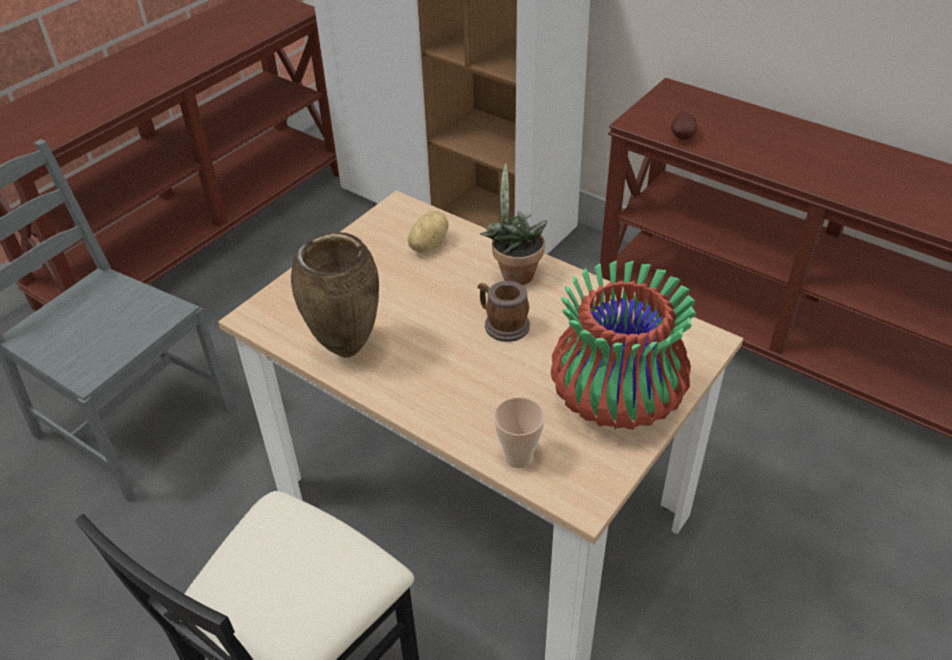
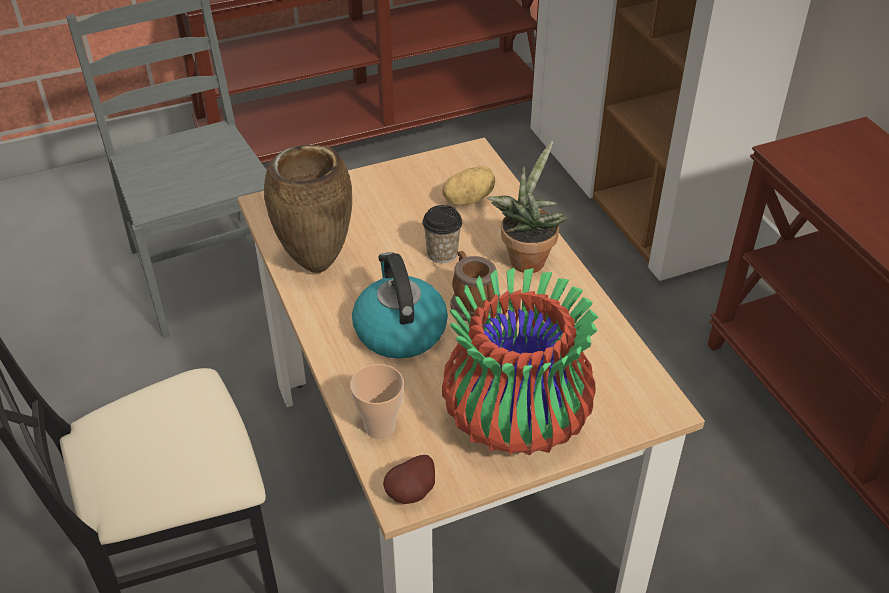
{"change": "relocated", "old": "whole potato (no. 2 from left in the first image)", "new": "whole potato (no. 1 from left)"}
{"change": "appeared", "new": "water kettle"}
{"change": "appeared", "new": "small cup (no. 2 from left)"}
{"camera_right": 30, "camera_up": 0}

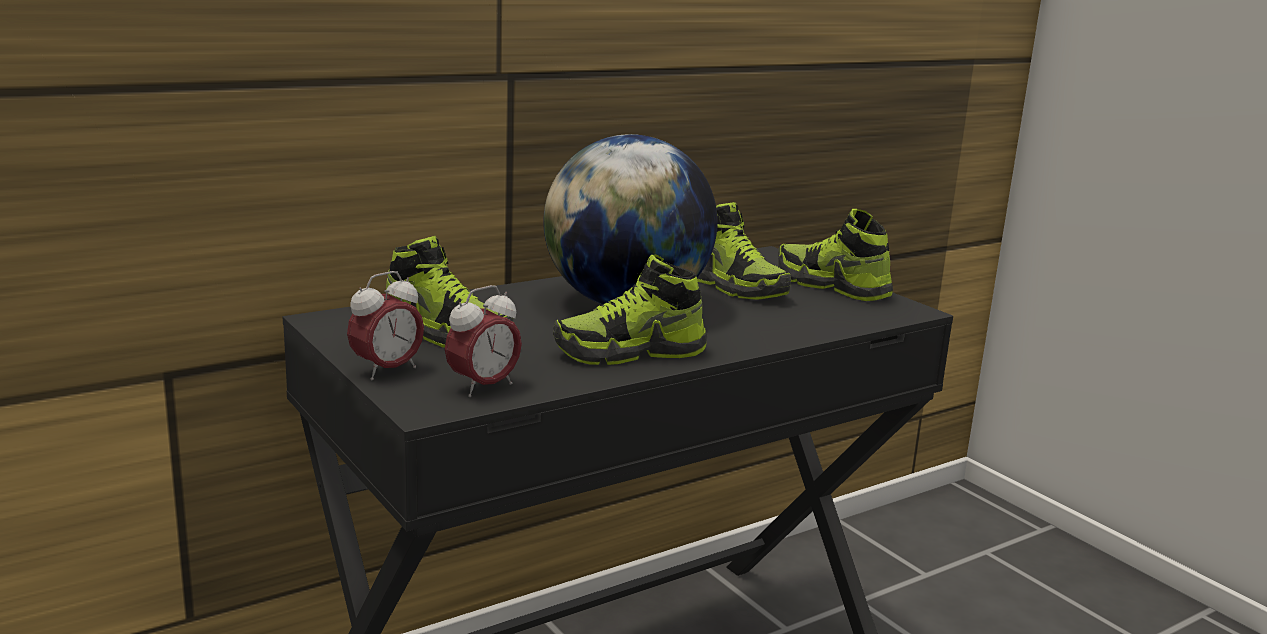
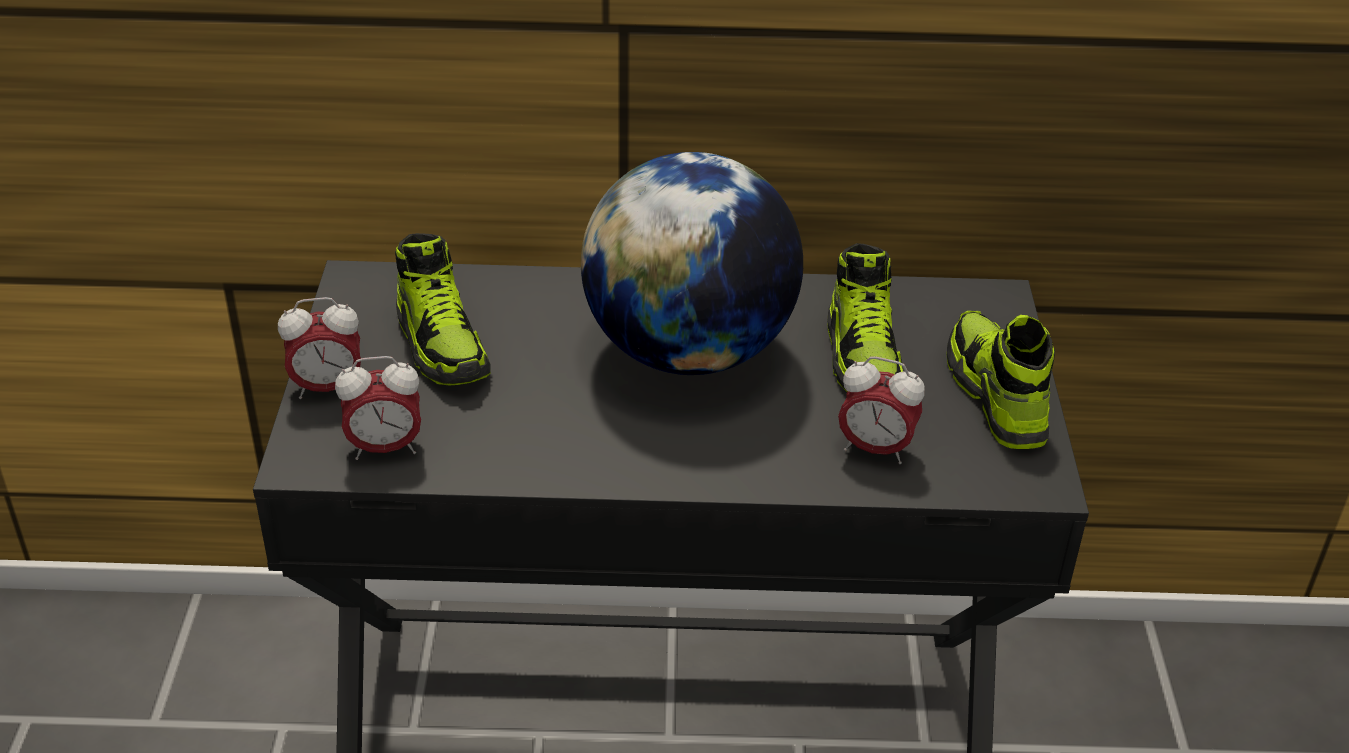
{"change": "missing", "old": "shoe (no. 2 from left)"}
{"change": "appeared", "new": "table clock (no. 3 from left)"}
{"camera_right": 35, "camera_up": 20}

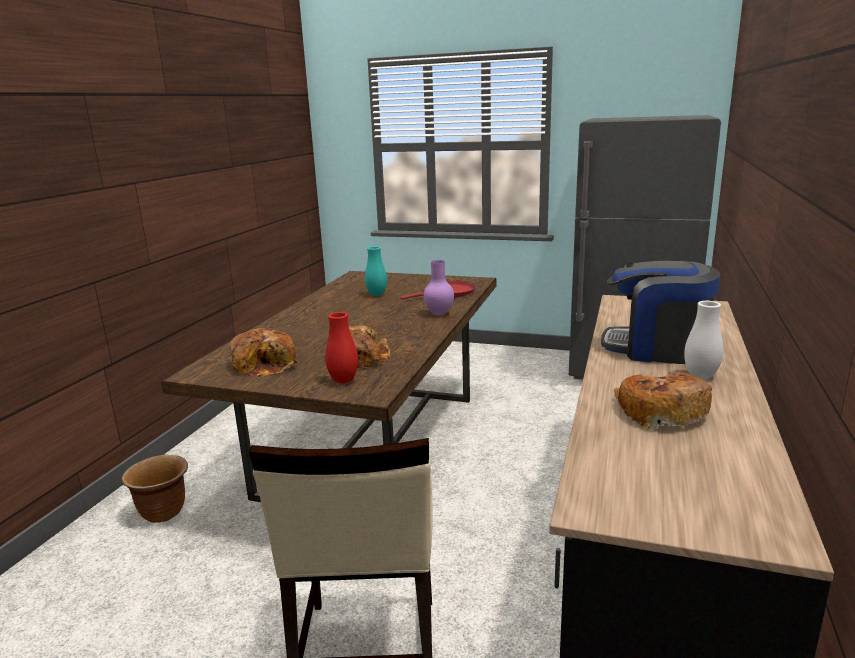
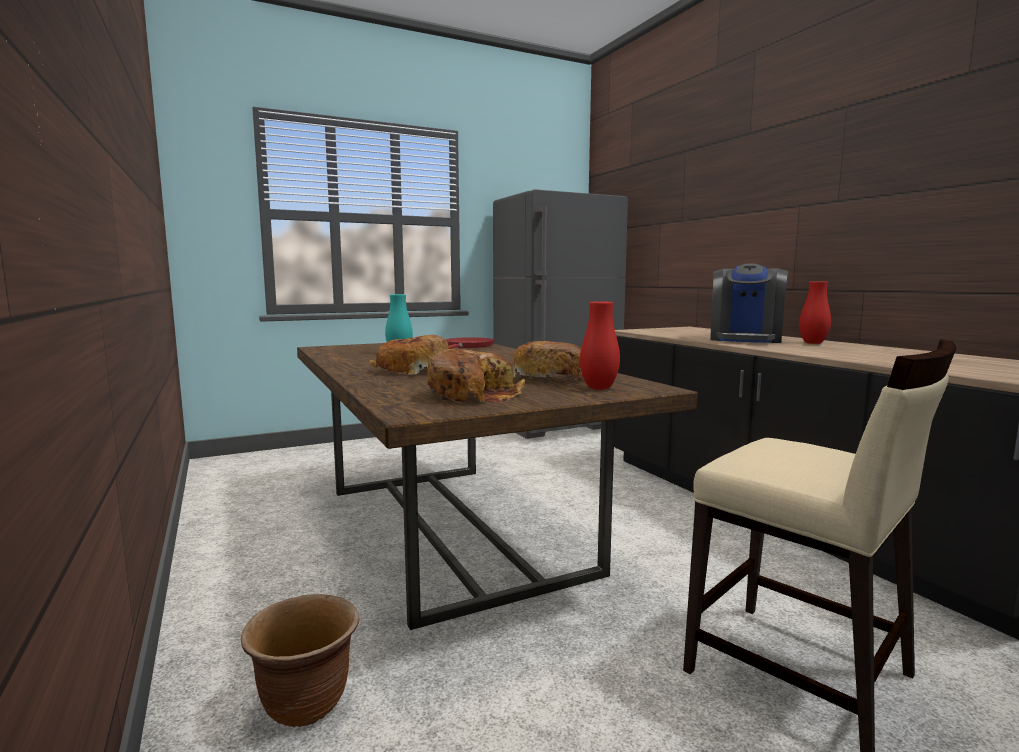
{"change": "missing", "old": "purple decorative vase"}
{"change": "spun", "old": "coffee machine", "degrees": -45}
{"change": "relocated", "old": "baked bread (no. 3 from left in the first image)", "new": "baked bread (no. 1 from left)"}
{"change": "colour", "old": "white decorative vase", "new": "red decorative vase (no. 2 from left)"}
{"camera_right": -45, "camera_up": -10}

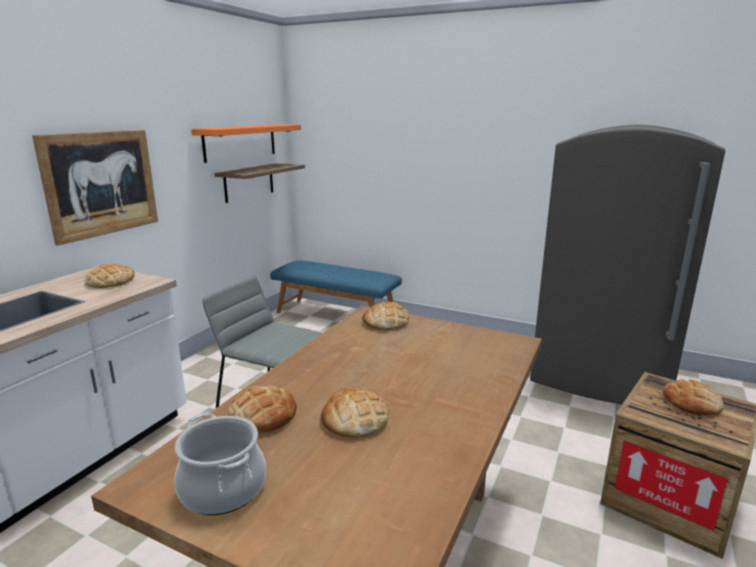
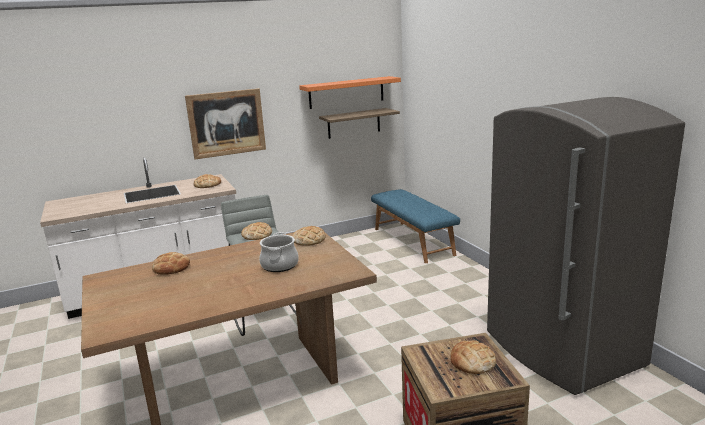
{"change": "relocated", "old": "saucepot"}
{"change": "relocated", "old": "baked bread (no. 3 from left)"}
{"camera_right": 40, "camera_up": 0}

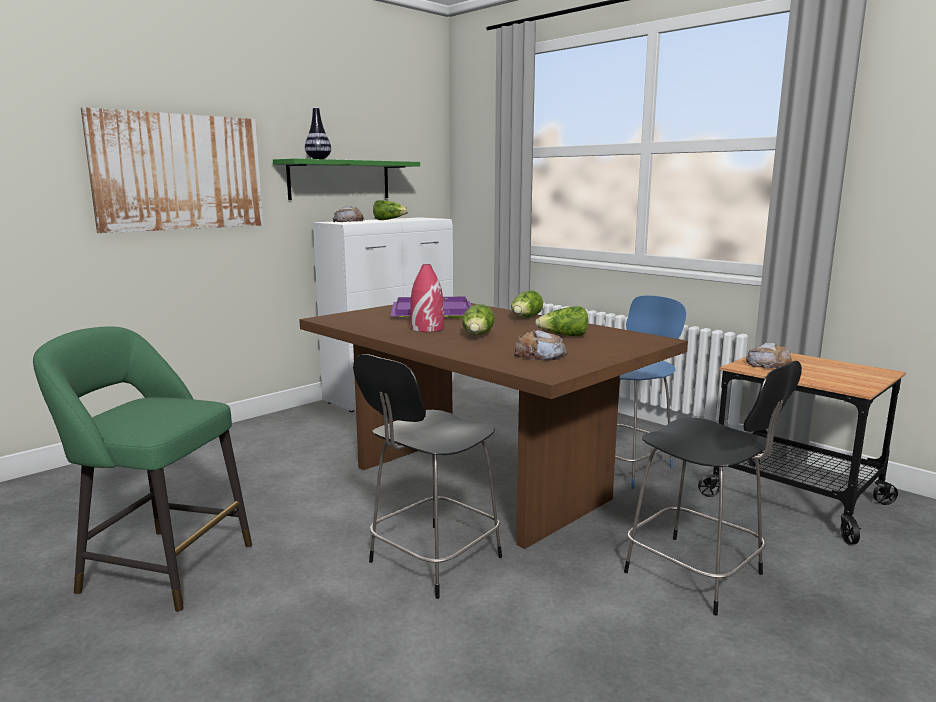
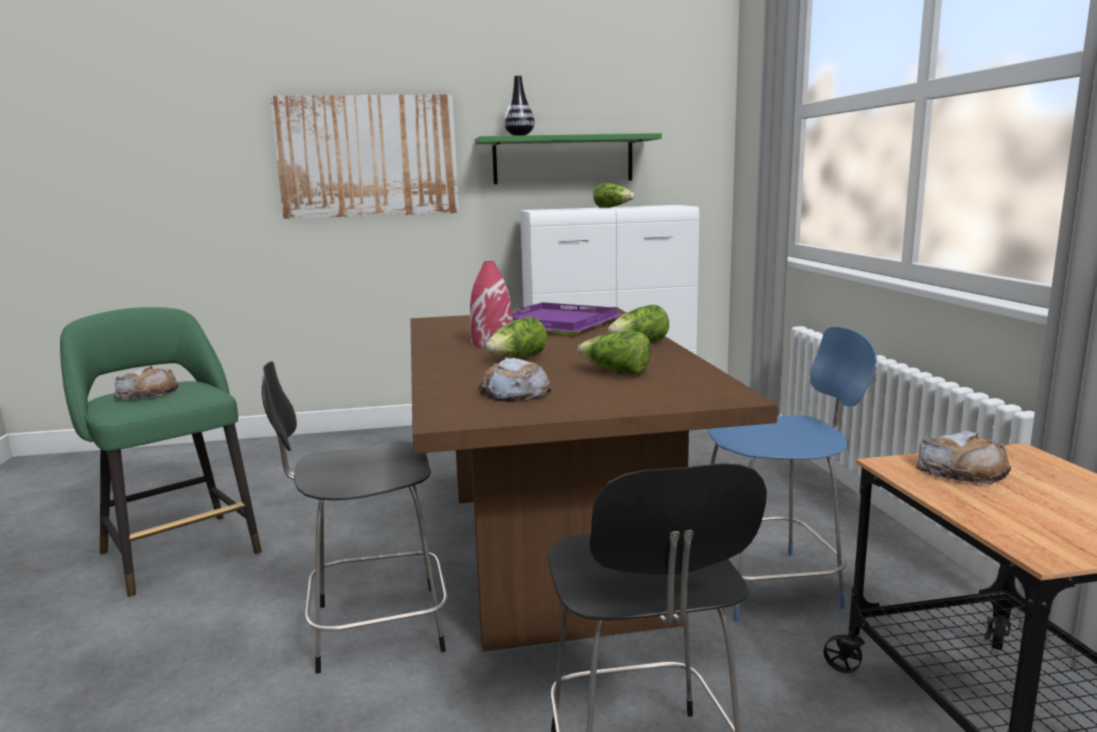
{"change": "relocated", "old": "baked bread (no. 1 from left)"}
{"camera_right": 35, "camera_up": 0}

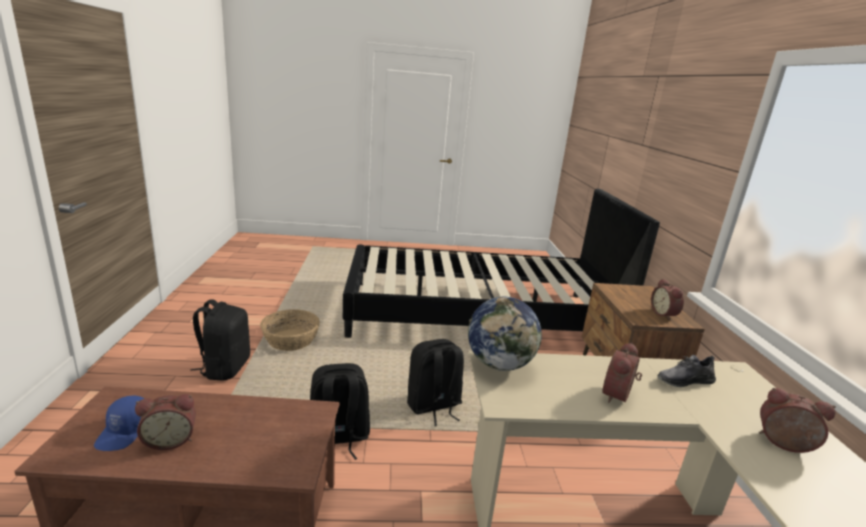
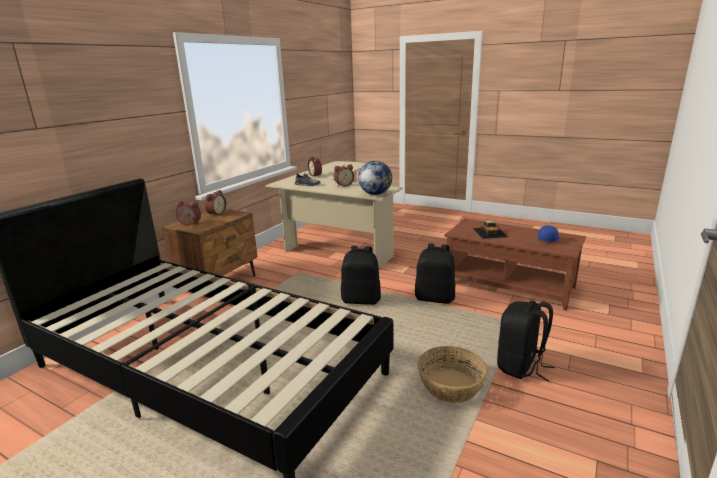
{"change": "relocated", "old": "table clock (no. 1 from left)"}
{"change": "appeared", "new": "model car"}
{"camera_right": -145, "camera_up": 0}

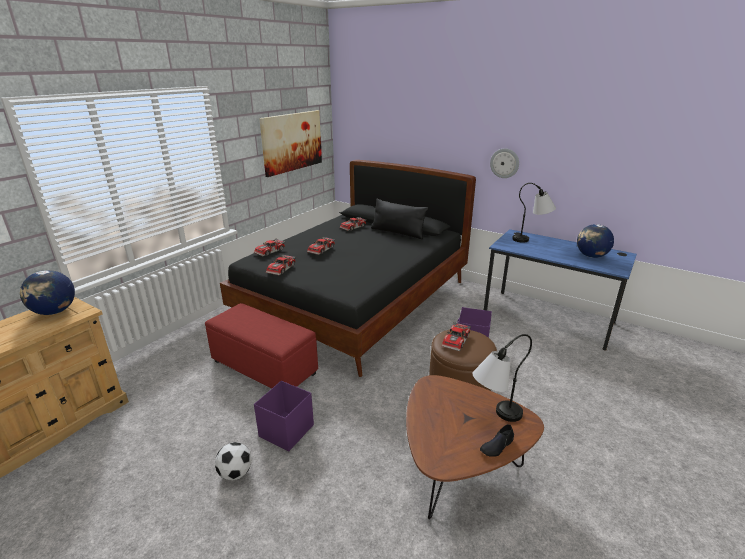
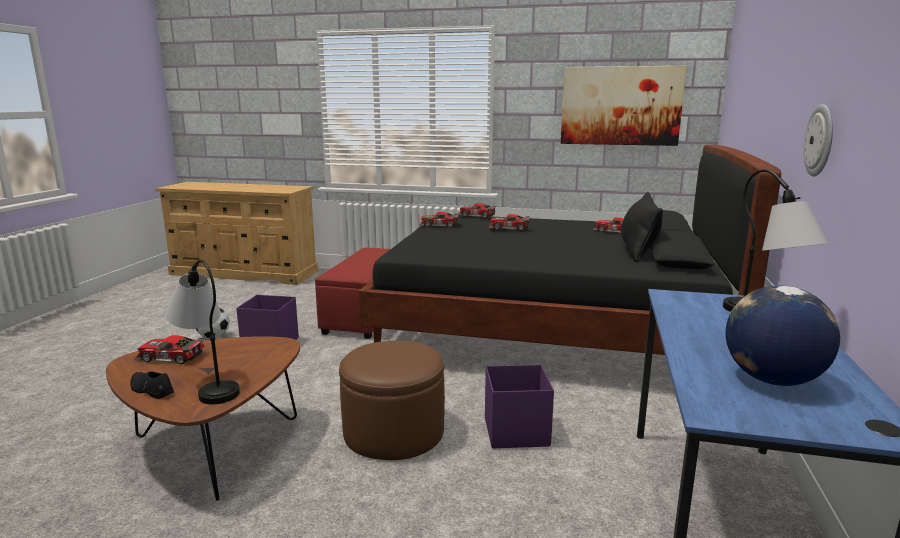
{"change": "missing", "old": "globe (no. 1 from left)"}
{"change": "relocated", "old": "model car (no. 5 from left in the first image)", "new": "model car (no. 1 from left)"}
{"camera_right": 70, "camera_up": -10}

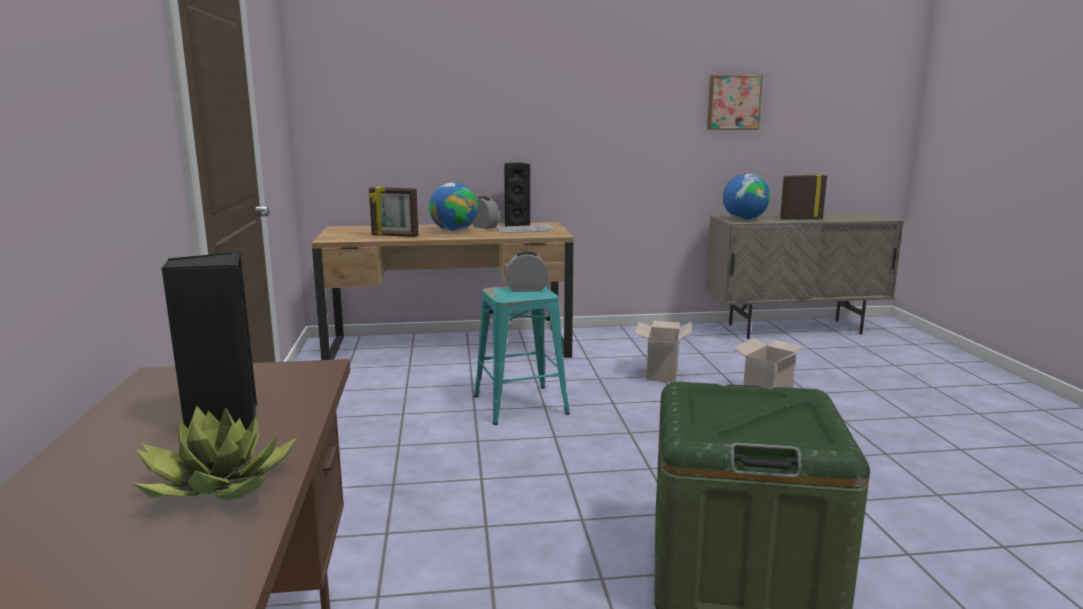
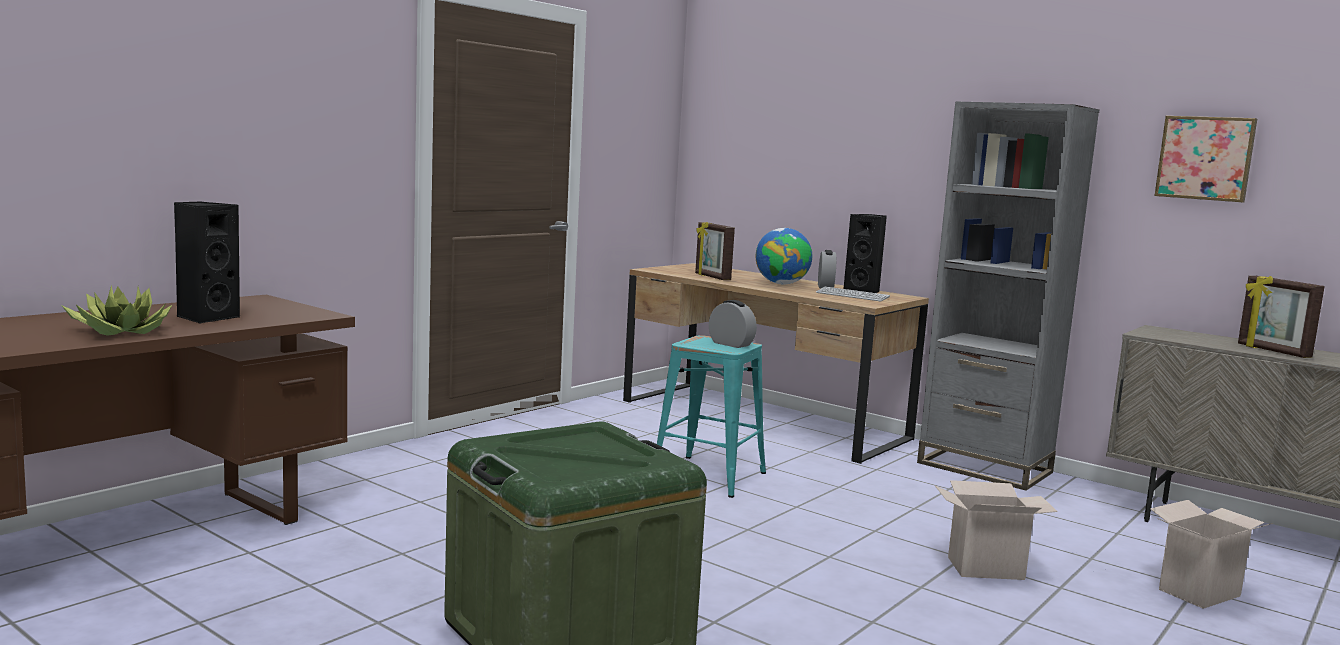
{"change": "relocated", "old": "cardboard box (no. 1 from left in the first image)", "new": "cardboard box (no. 2 from left)"}
{"change": "missing", "old": "globe (no. 2 from left)"}
{"change": "spun", "old": "photo frame (no. 2 from left)", "degrees": -150}
{"change": "appeared", "new": "greyish bookshelf"}
{"camera_right": 45, "camera_up": -5}

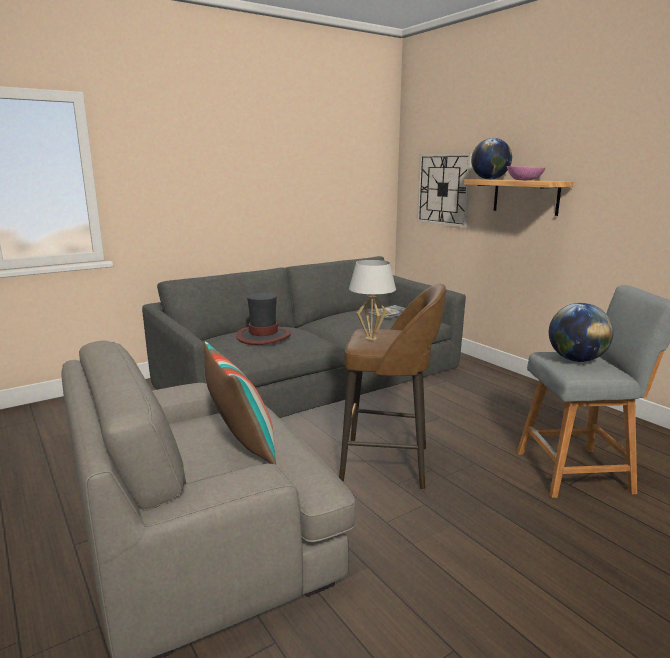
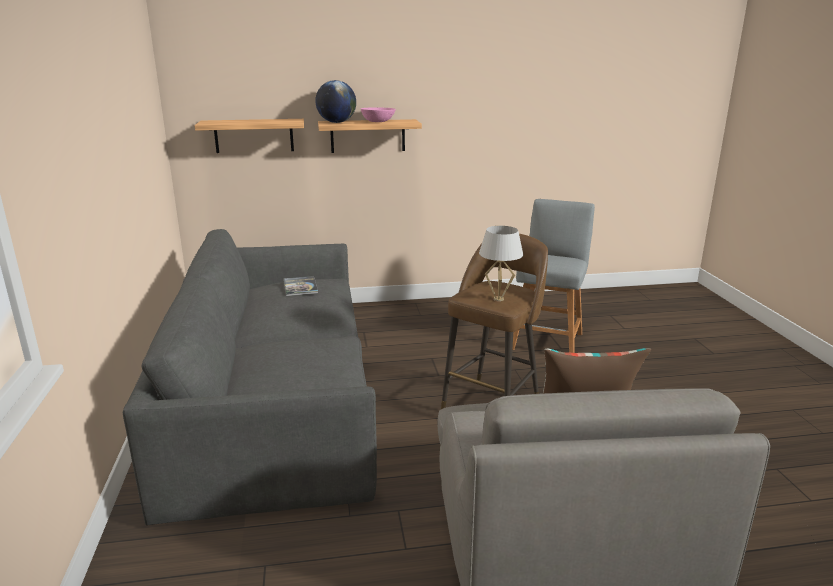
{"change": "missing", "old": "clothing hat"}
{"change": "exchanged", "old": "wall clock", "new": "bracket shelf (no. 1 from left)"}
{"change": "missing", "old": "globe (no. 2 from left)"}
{"camera_right": -65, "camera_up": 5}

